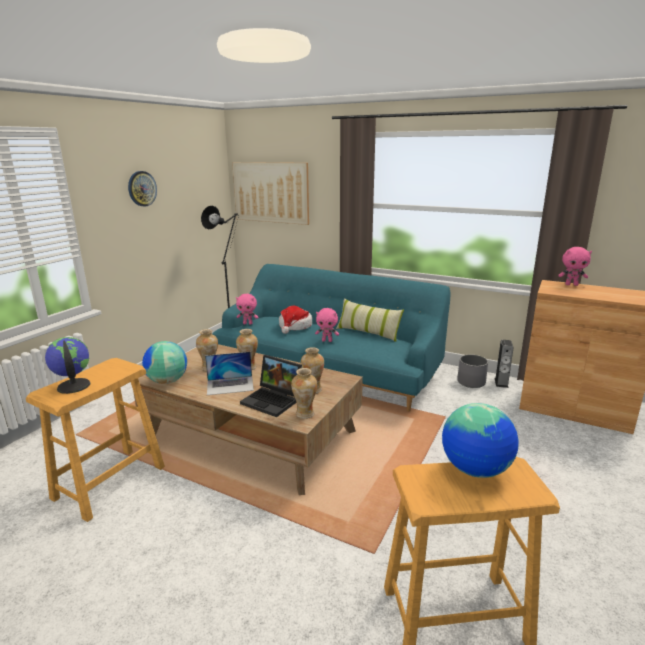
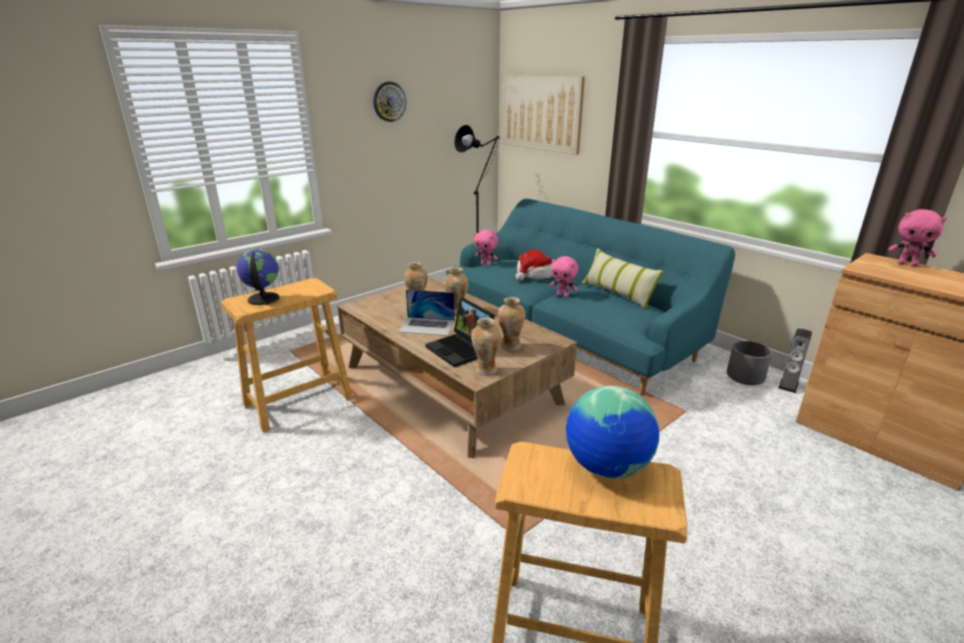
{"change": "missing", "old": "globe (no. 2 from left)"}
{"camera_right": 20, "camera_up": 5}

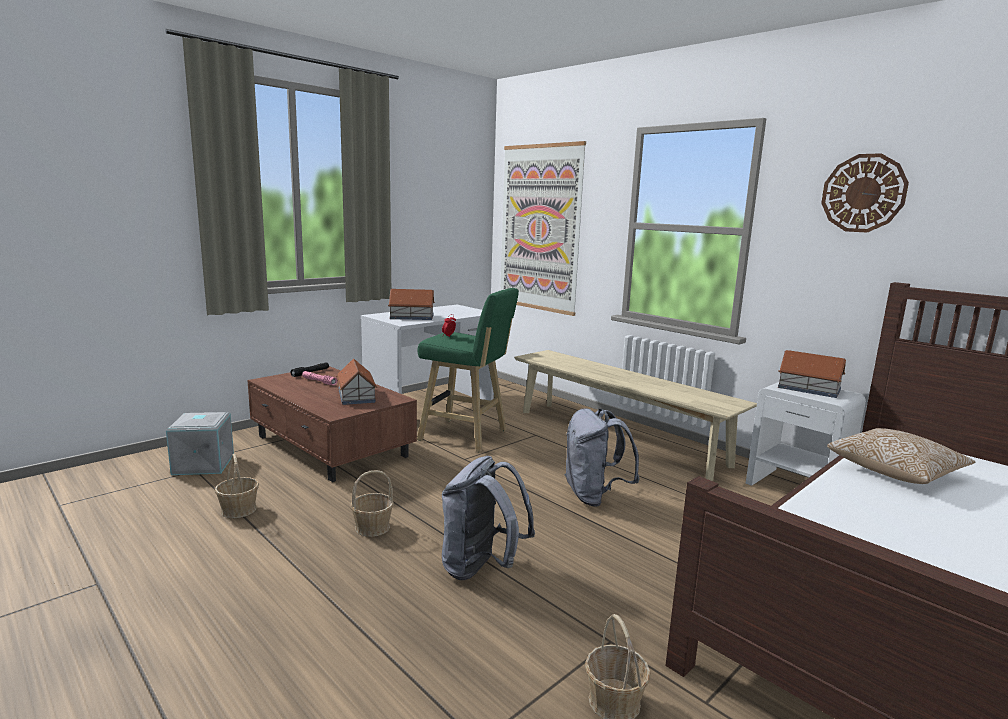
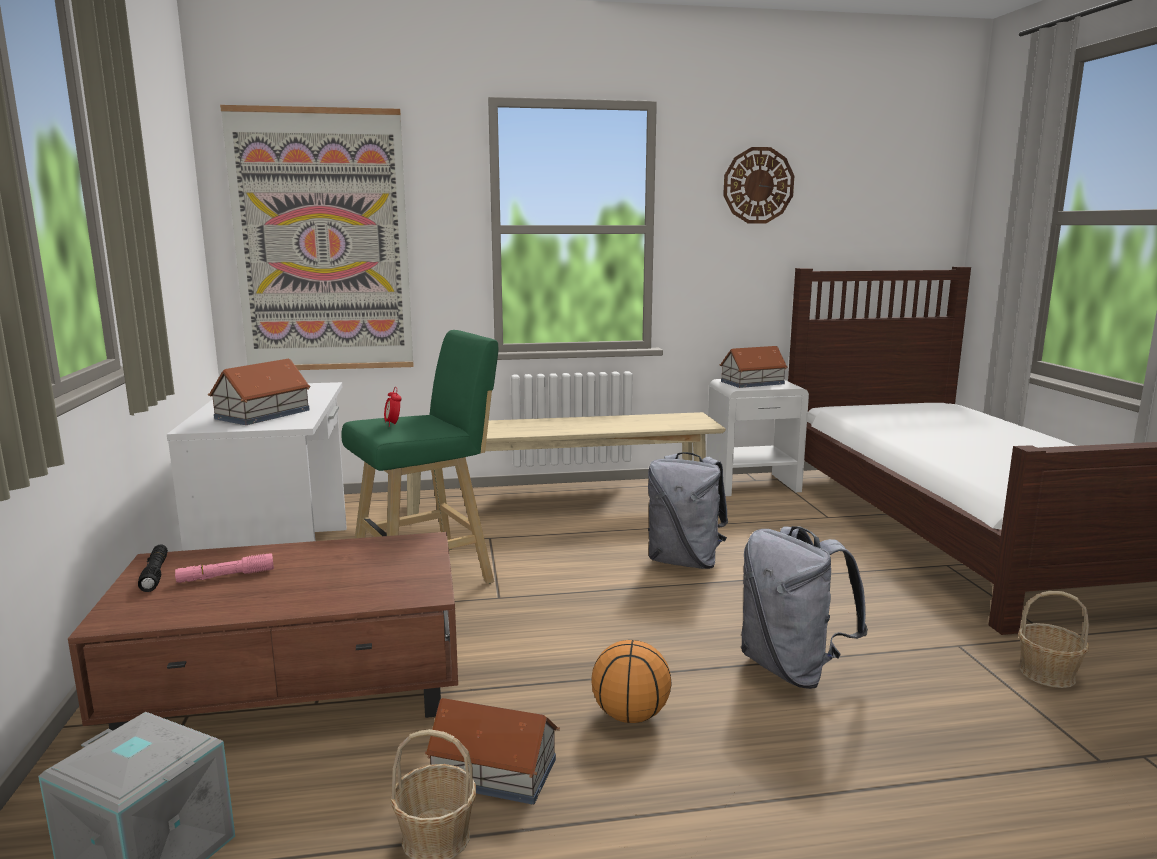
{"change": "relocated", "old": "miniature house (no. 1 from left in the first image)", "new": "miniature house (no. 2 from left)"}
{"change": "exchanged", "old": "basket (no. 2 from left)", "new": "basketball"}
{"change": "missing", "old": "throw pillow"}
{"camera_right": -55, "camera_up": 0}

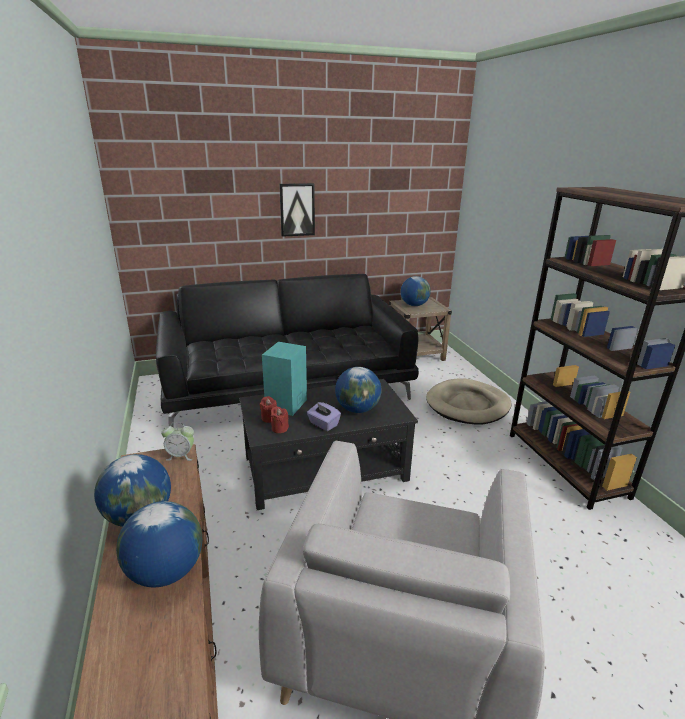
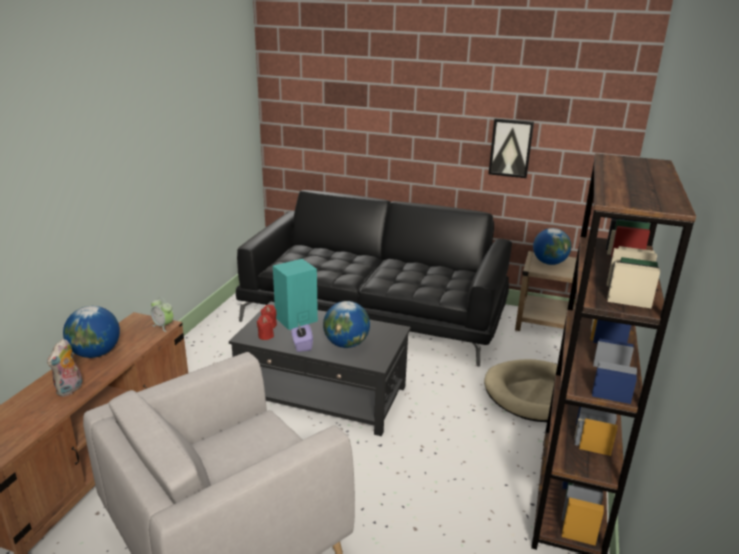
{"change": "exchanged", "old": "globe (no. 2 from left)", "new": "soft toy"}
{"change": "relocated", "old": "picture"}
{"camera_right": 35, "camera_up": 0}

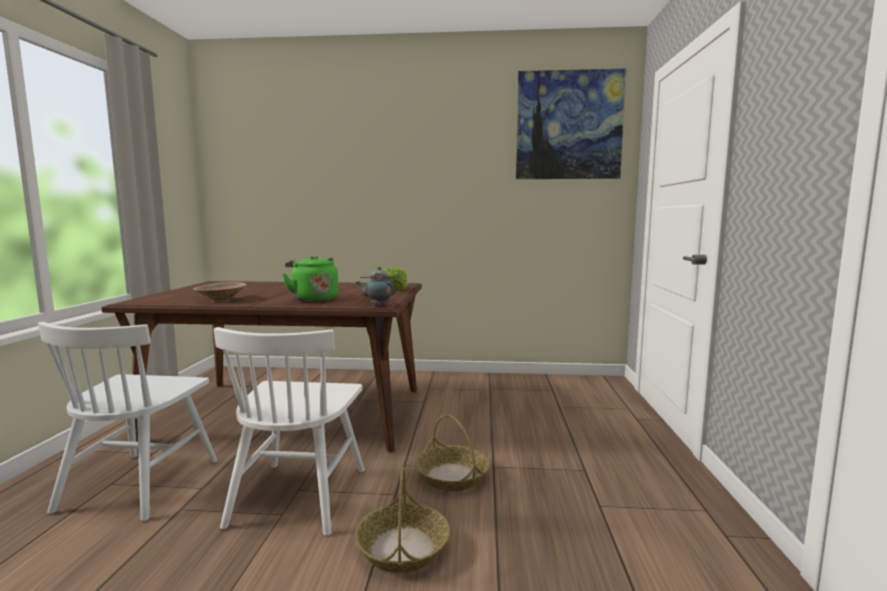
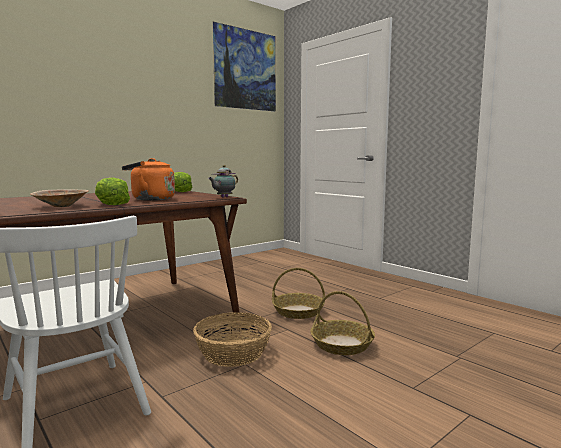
{"change": "exchanged", "old": "white plain chair (no. 2 from left)", "new": "basket (no. 1 from left)"}
{"change": "colour", "old": "green-coloured water kettle", "new": "orange water kettle"}
{"change": "appeared", "new": "lettuce (no. 1 from left)"}
{"camera_right": -45, "camera_up": 0}

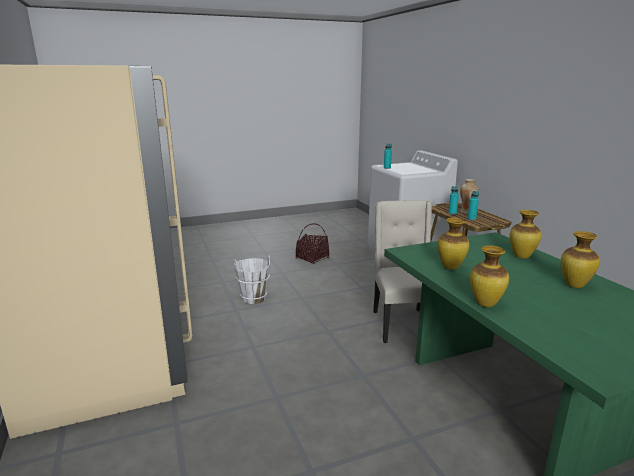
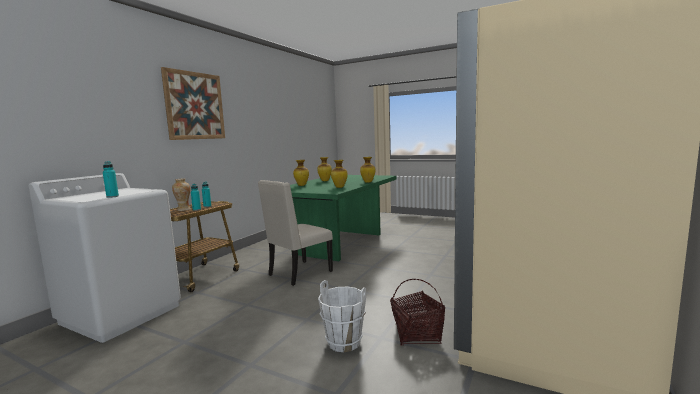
{"change": "relocated", "old": "basket"}
{"change": "appeared", "new": "picture"}
{"camera_right": -130, "camera_up": -10}

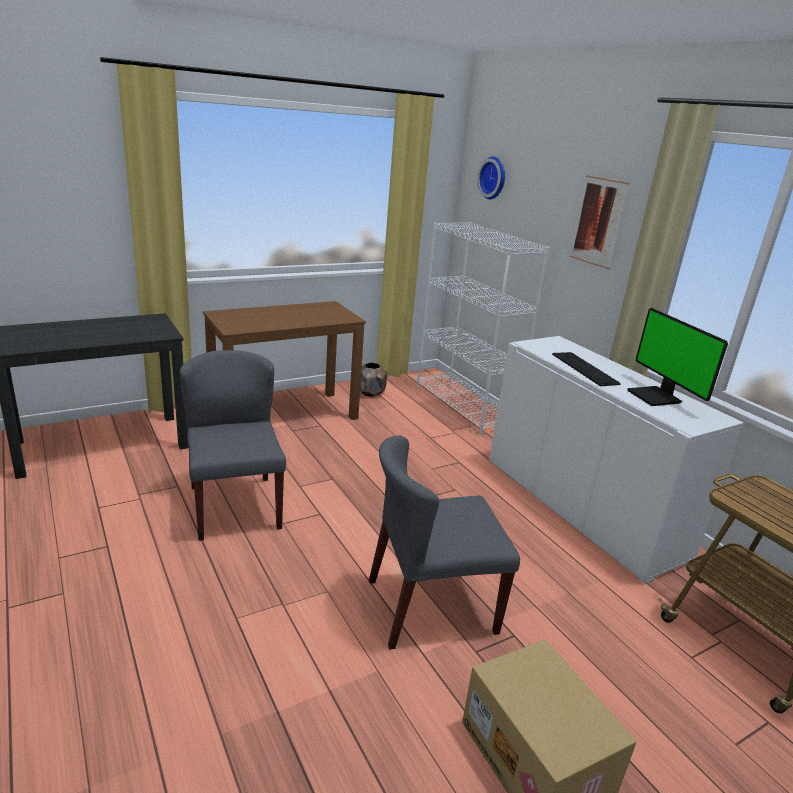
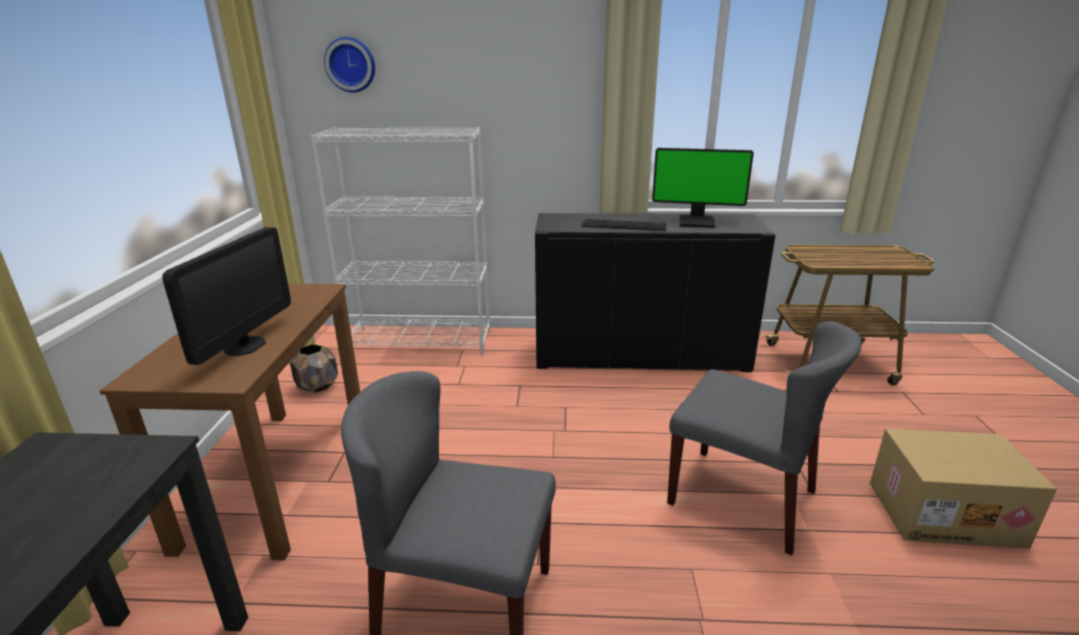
{"change": "spun", "old": "greyish plain chair (no. 2 from left)", "degrees": -75}
{"change": "colour", "old": "white storage cabinet", "new": "black-coloured storage cabinet"}
{"change": "missing", "old": "picture"}
{"change": "appeared", "new": "computer display (no. 1 from left)"}
{"camera_right": -55, "camera_up": 0}

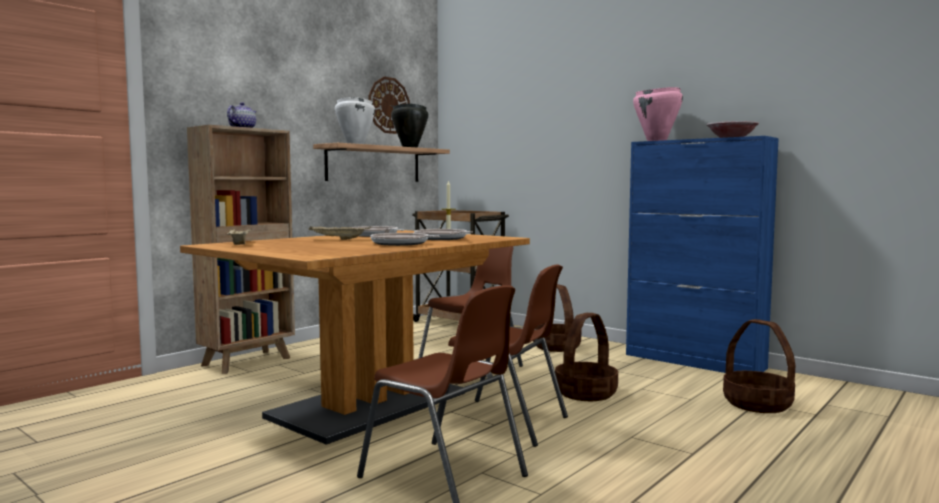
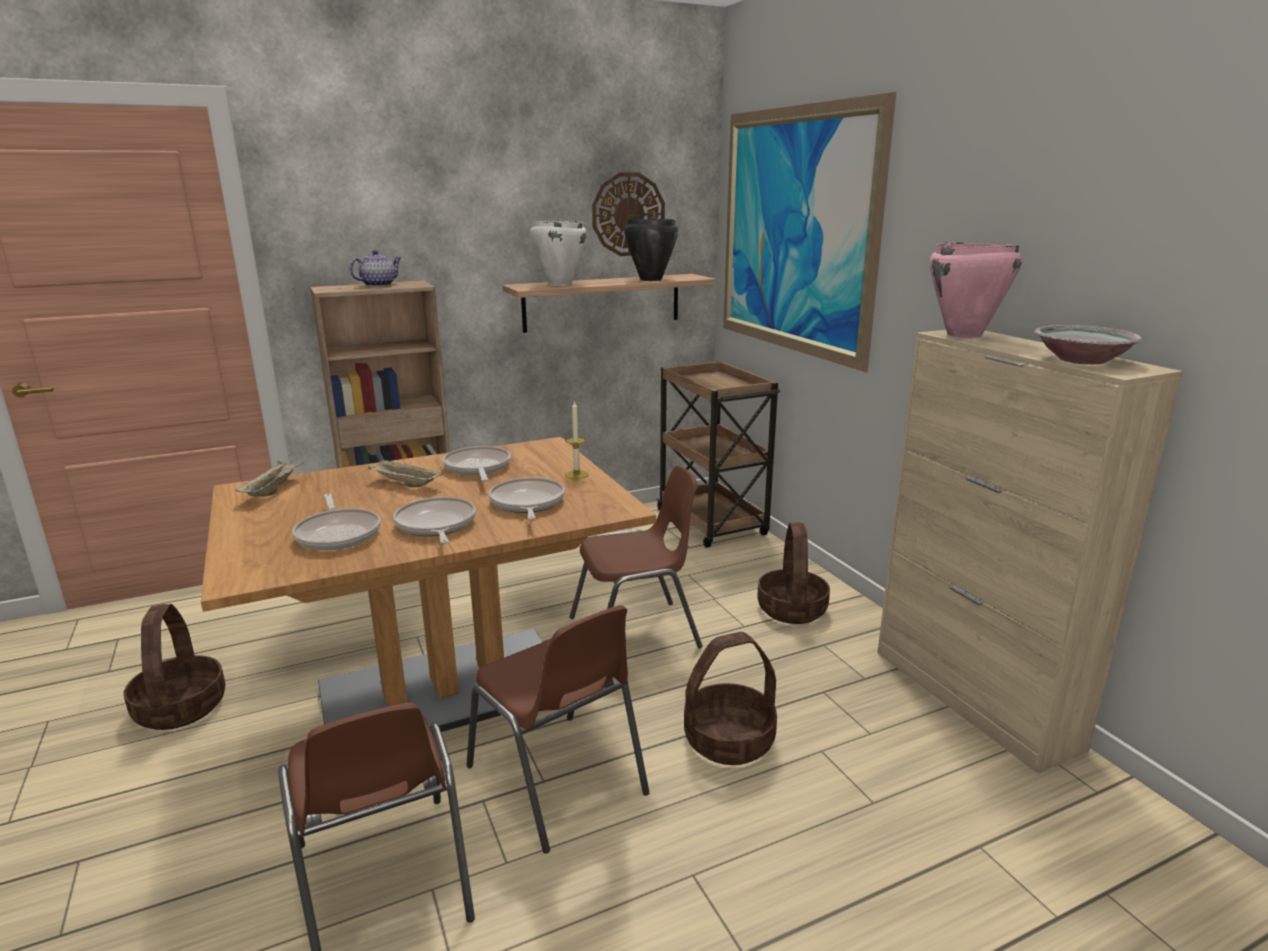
{"change": "colour", "old": "bluish storage cabinet", "new": "sand-coloured storage cabinet"}
{"change": "relocated", "old": "basket (no. 3 from left in the first image)", "new": "basket (no. 1 from left)"}
{"change": "appeared", "new": "skillet (no. 1 from left)"}
{"change": "appeared", "new": "picture"}
{"camera_right": 25, "camera_up": 15}

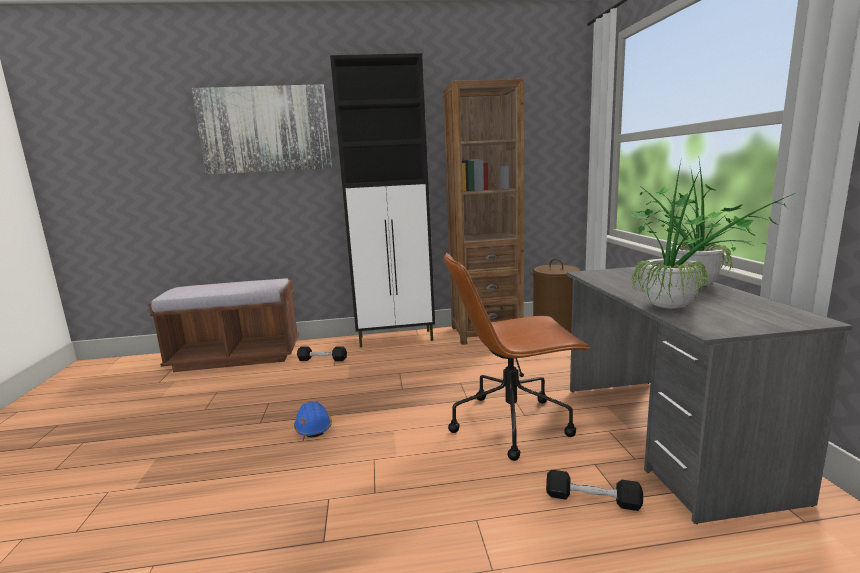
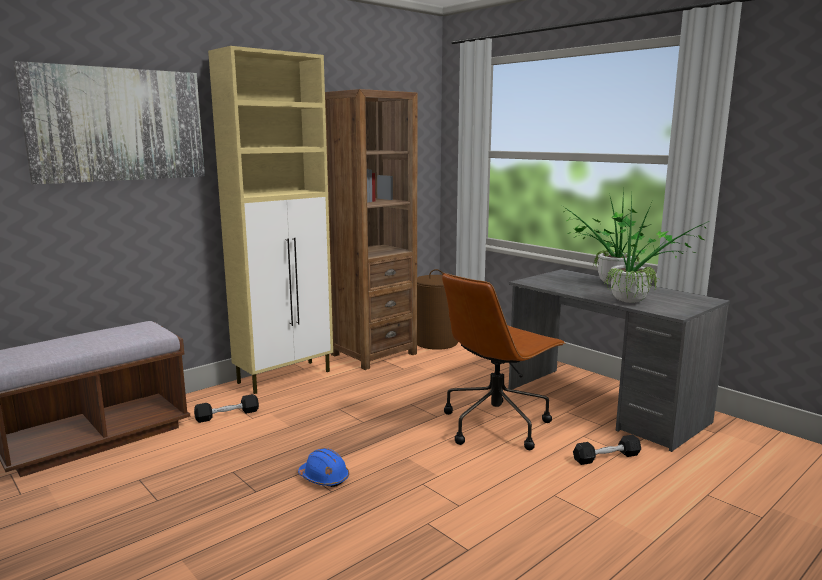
{"change": "colour", "old": "black-coloured storage cabinet", "new": "sand-coloured storage cabinet"}
{"camera_right": -35, "camera_up": 0}

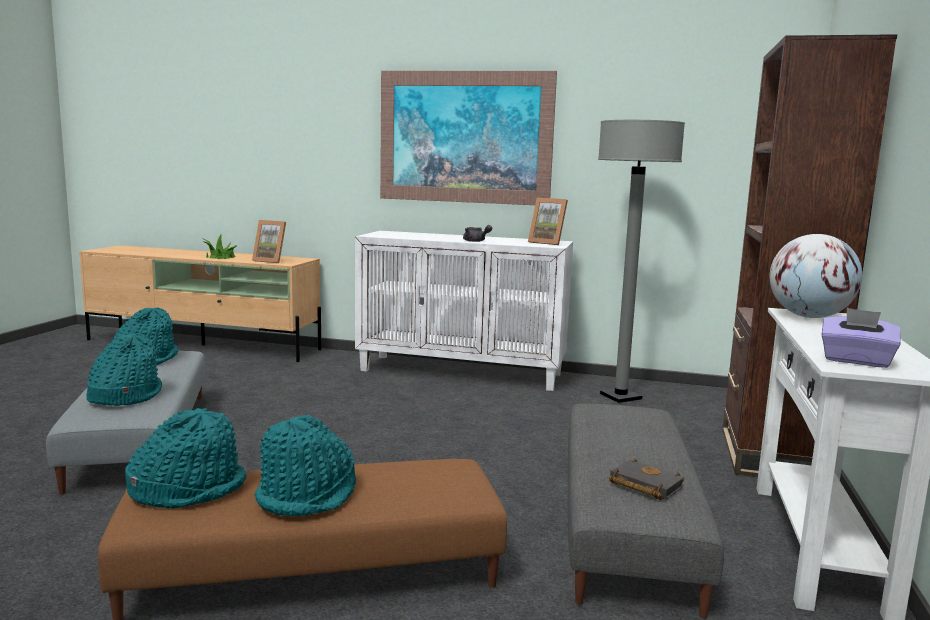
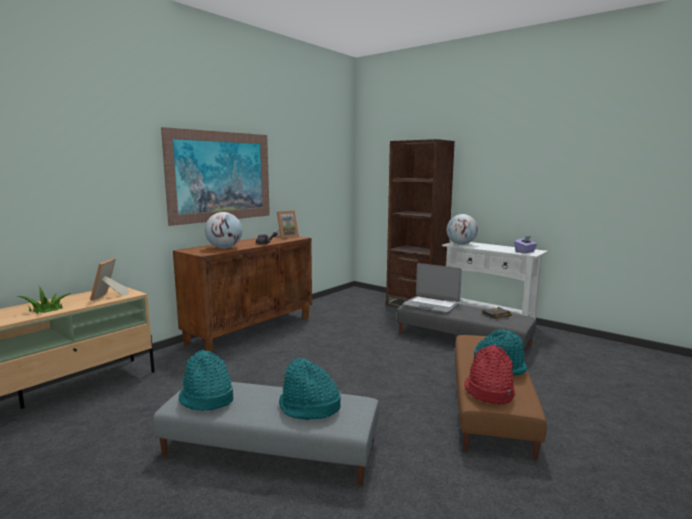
{"change": "colour", "old": "turquoise-coloured clothing hat (no. 3 from left)", "new": "red clothing hat"}
{"change": "spun", "old": "photo frame (no. 1 from left)", "degrees": 135}
{"change": "colour", "old": "white storage cabinet", "new": "brown-coloured storage cabinet"}
{"change": "missing", "old": "greyish floor lamp"}
{"change": "appeared", "new": "globe (no. 1 from left)"}
{"change": "appeared", "new": "portable computer"}
{"camera_right": -65, "camera_up": 0}

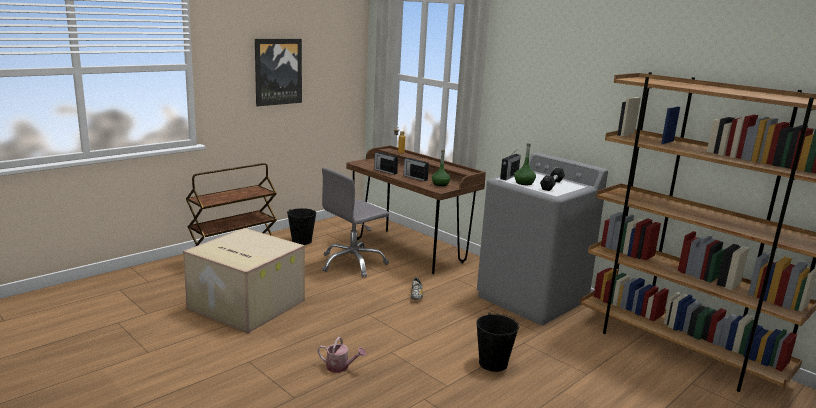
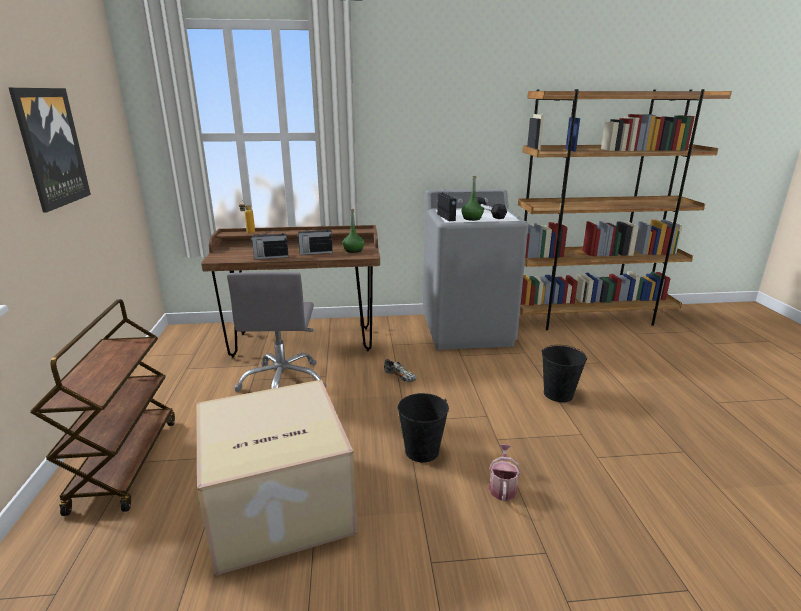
{"change": "relocated", "old": "black-coloured bucket (no. 1 from left)"}
{"change": "spun", "old": "watering pot", "degrees": -45}
{"camera_right": -50, "camera_up": 5}

